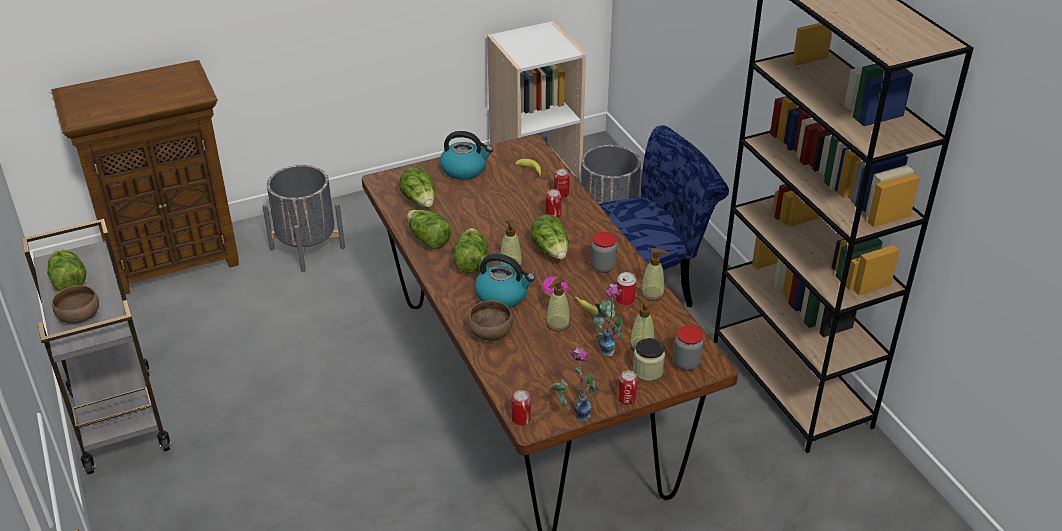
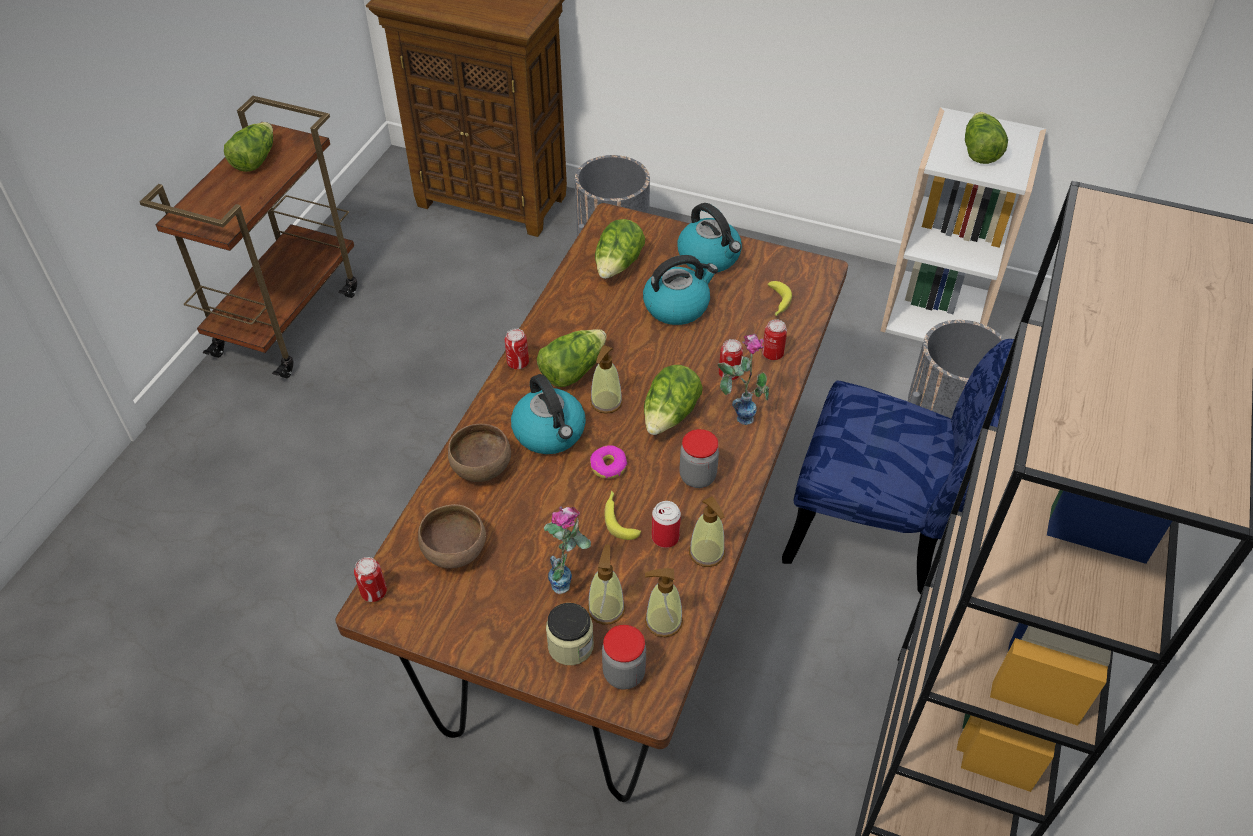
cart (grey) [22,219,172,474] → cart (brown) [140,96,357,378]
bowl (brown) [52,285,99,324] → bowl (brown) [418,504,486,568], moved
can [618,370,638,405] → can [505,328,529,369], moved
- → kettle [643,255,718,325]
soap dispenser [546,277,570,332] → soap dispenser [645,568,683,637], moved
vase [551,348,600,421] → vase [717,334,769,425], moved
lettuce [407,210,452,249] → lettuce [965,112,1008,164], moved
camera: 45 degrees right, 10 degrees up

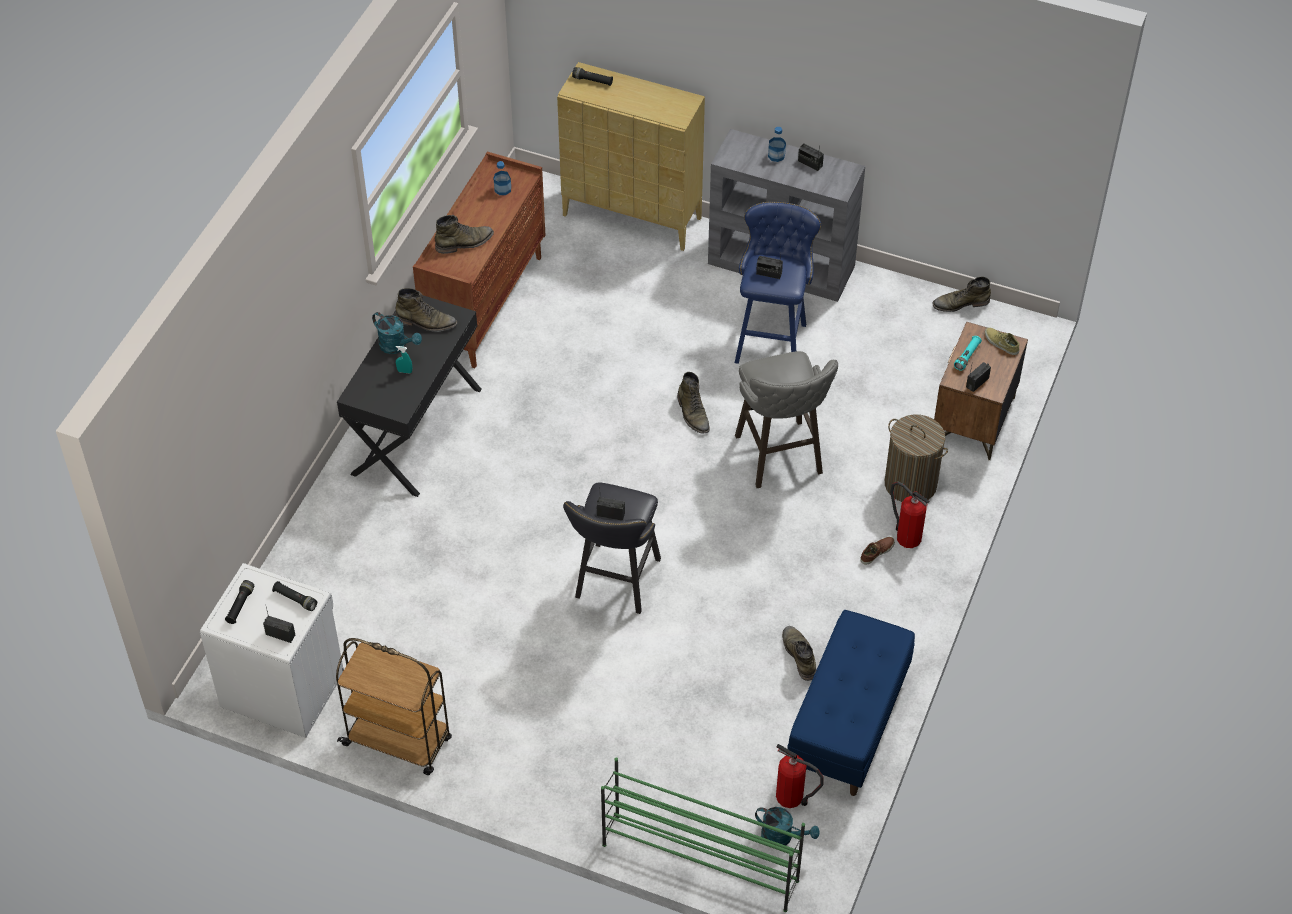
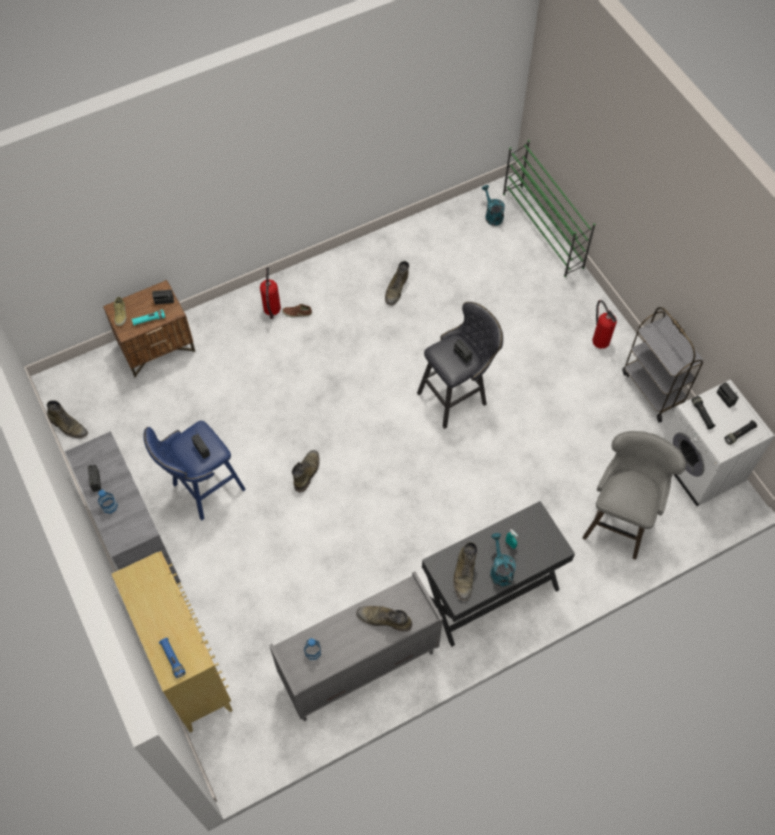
flashlight (black) [572,67,613,86] → flashlight (blue) [159,638,186,678]
cabinet (brown) [413,151,545,368] → cabinet (grey) [269,571,443,721]
boot (green) [395,288,457,332] → boot (green) [453,542,477,601], 135 degrees counterclockwise
stool (grey) [735,351,838,488] → stool (grey) [582,431,686,560], moved
fire extinguisher [776,744,824,808] → fire extinguisher [592,300,617,349], moved
cart (brown) [336,638,452,775] → cart (grey) [622,307,703,422]
bench (blue) [787,610,915,796] → -
laundry basket [885,414,948,502] → -
camera: 140 degrees left, 10 degrees up

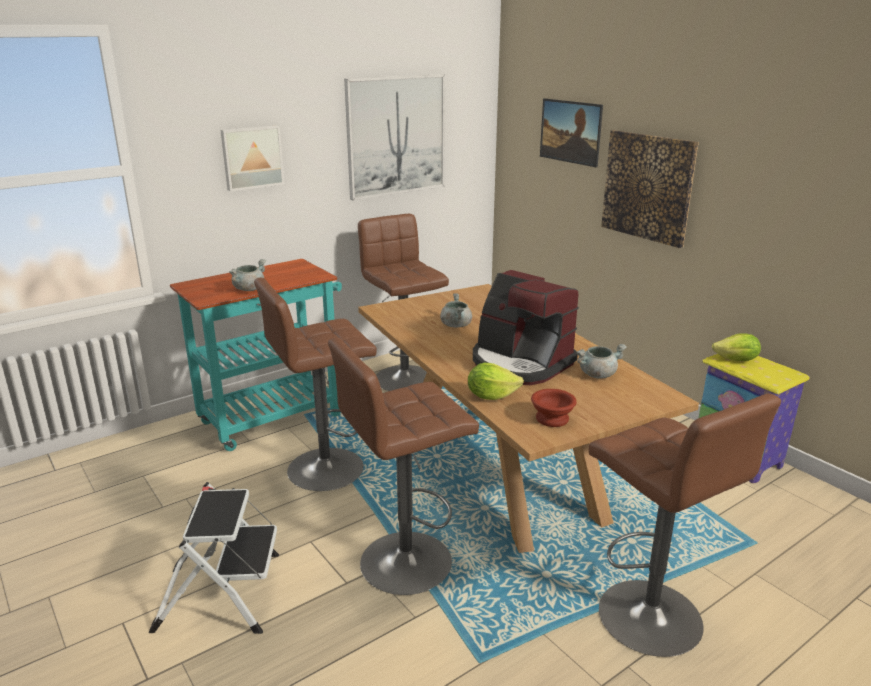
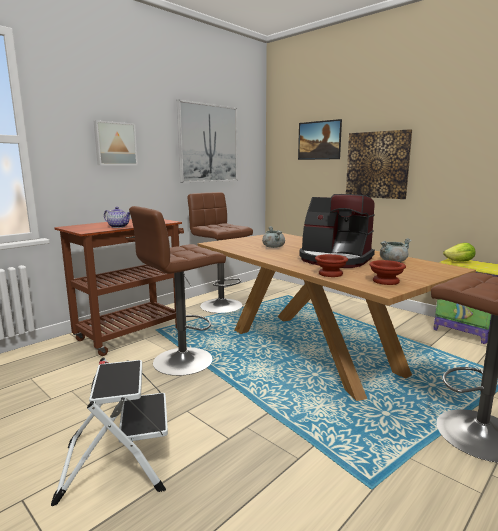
cart (turquoise) [170,259,342,451] → cart (brown) [54,219,184,356]
cooking pot (grey) [229,259,266,291] → teapot [104,207,130,228]
lettuce [468,363,524,400] → bowl (brown) [315,254,348,277]
stool (brown) [328,338,479,595] → -
camera: 10 degrees left, 10 degrees down

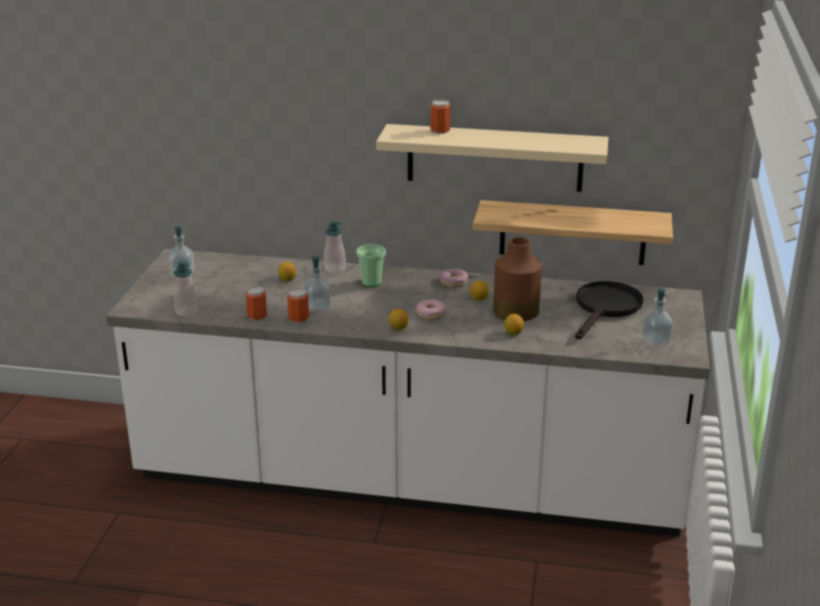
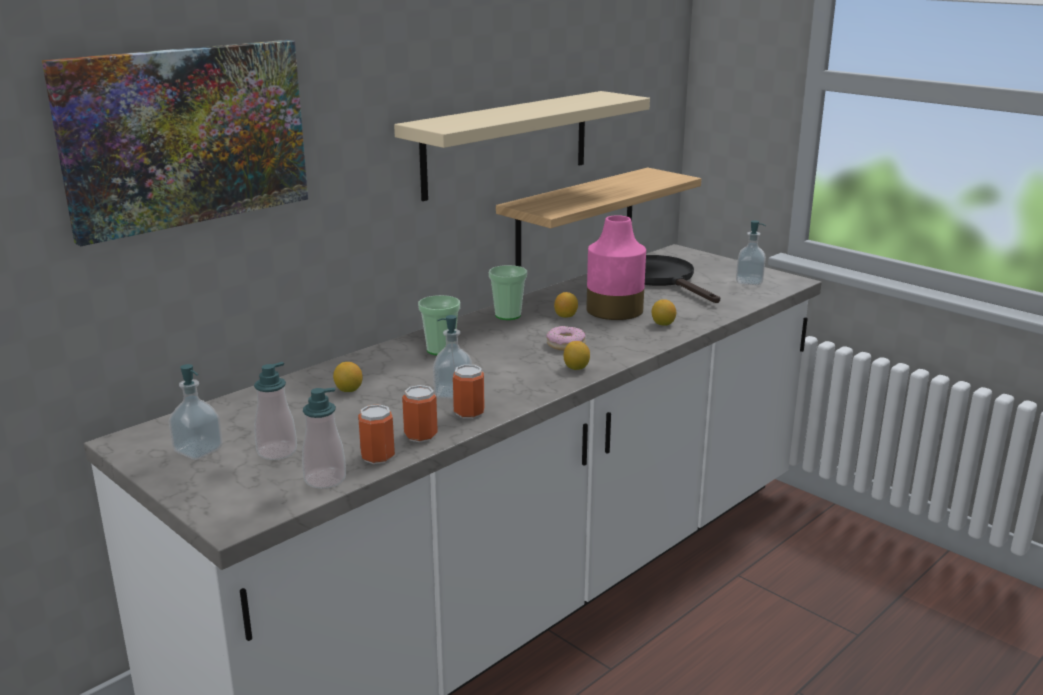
- → picture [42,40,308,246]
soap dispenser [324,221,346,273] → soap dispenser [254,362,297,460], moved
can [431,100,450,134] → can [358,404,395,464], moved
donut [440,269,468,287] → cup [489,265,527,320]
vase (brown) [493,237,542,321] → vase (pink) [586,215,646,320]
camera: 55 degrees left, 5 degrees down

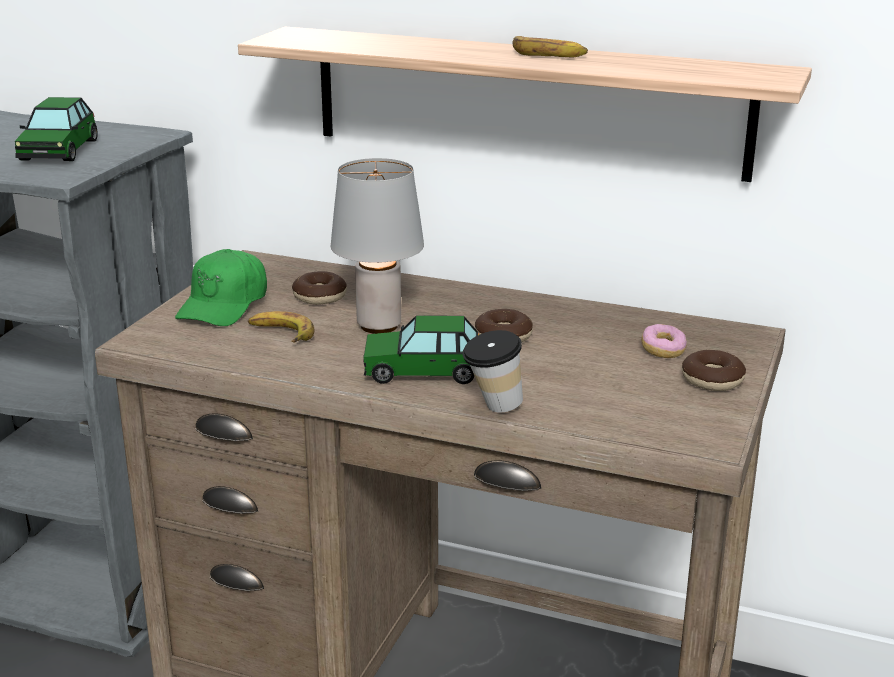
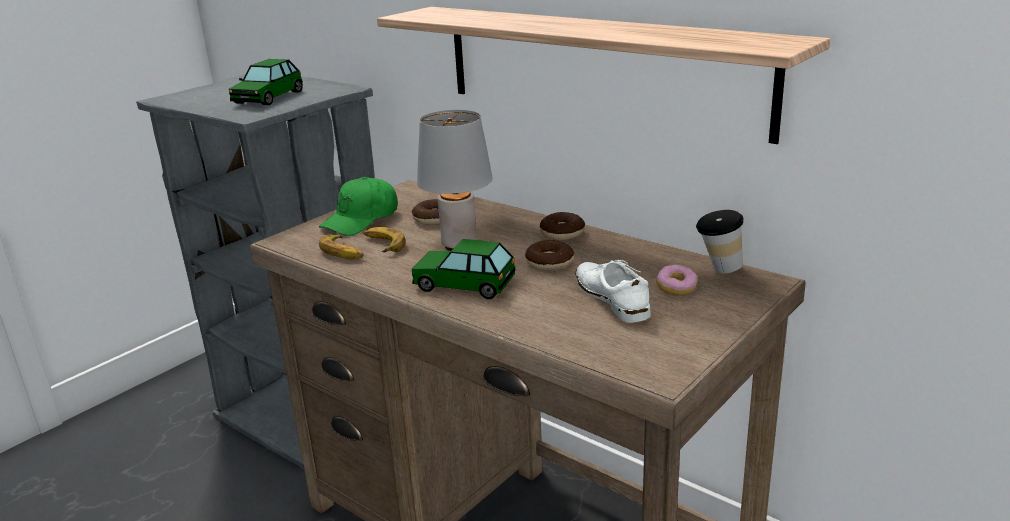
banana [513,36,588,58] → banana [319,235,363,259], moved
donut [682,350,746,391] → donut [540,212,585,240], moved
- → shoe (white) [575,260,651,323]
cup [462,330,523,412] → cup [696,210,743,273], moved
camera: 20 degrees right, 0 degrees up

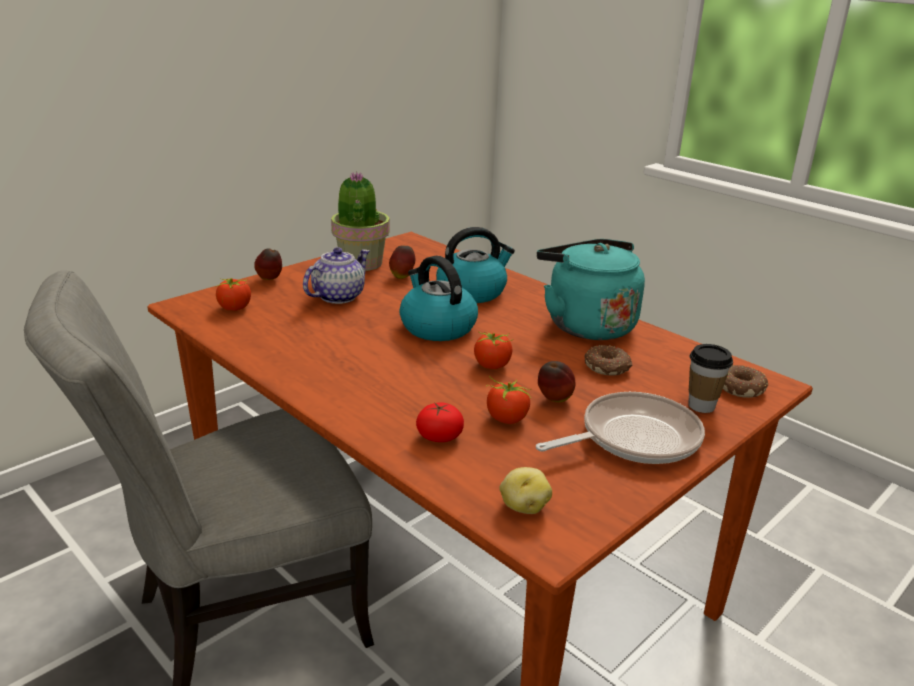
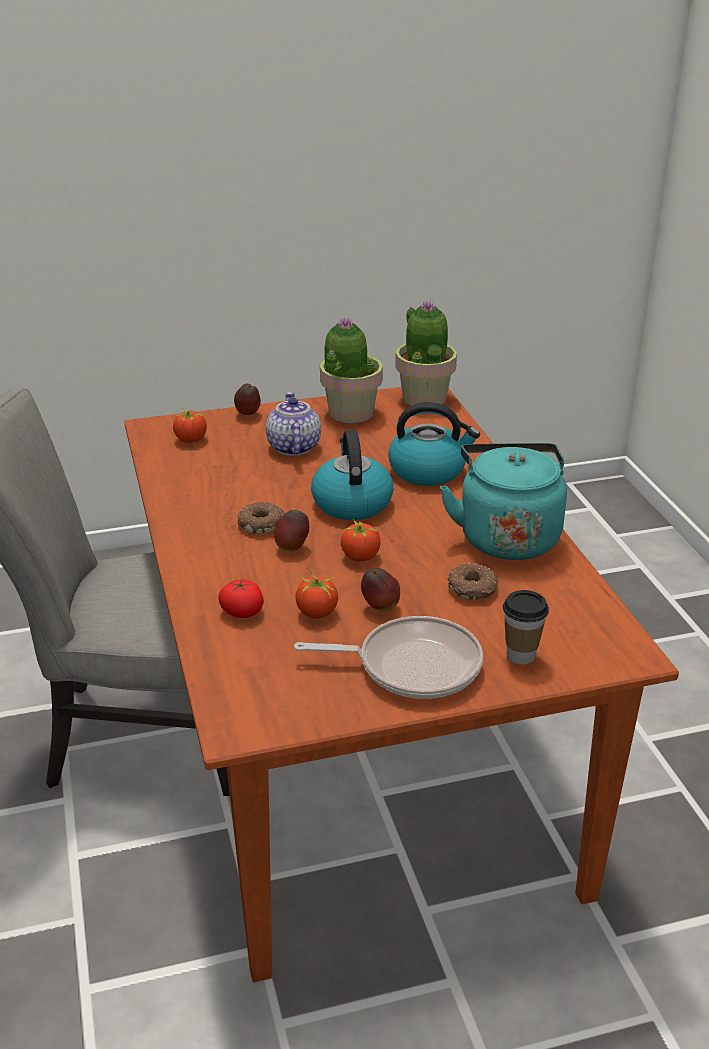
donut [723,365,768,398] → donut [238,502,285,534], moved
teapot [303,247,370,304] → teapot [266,392,321,456], 75 degrees counterclockwise
apple [389,245,415,279] → apple [274,510,309,552], moved
- → potted plant [395,301,457,406]
potato [499,467,552,514] → -
camera: 30 degrees right, 5 degrees up

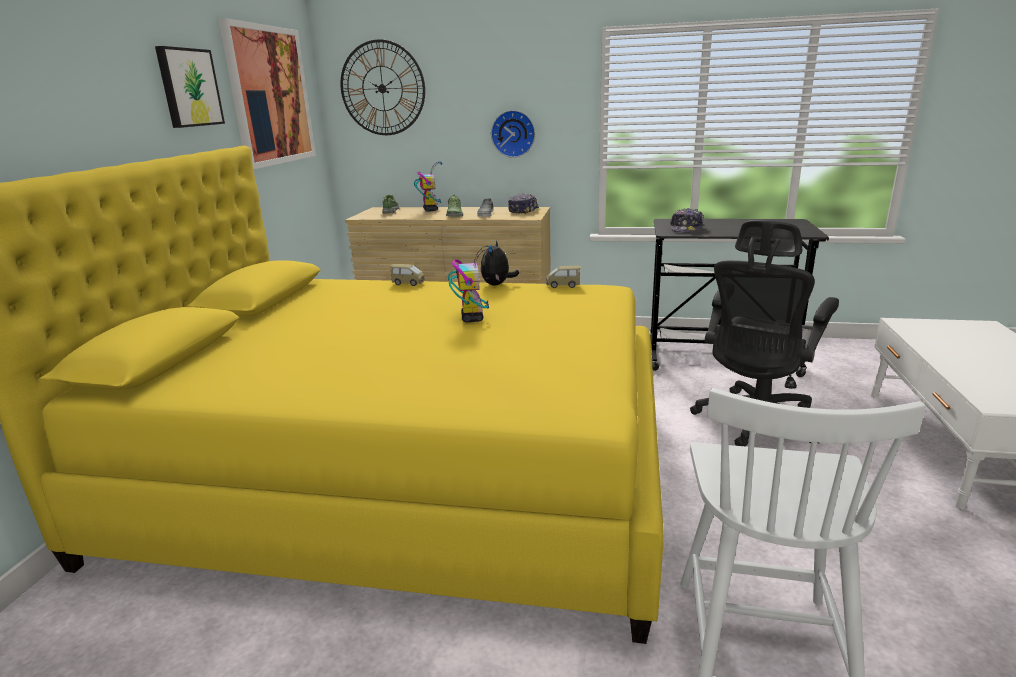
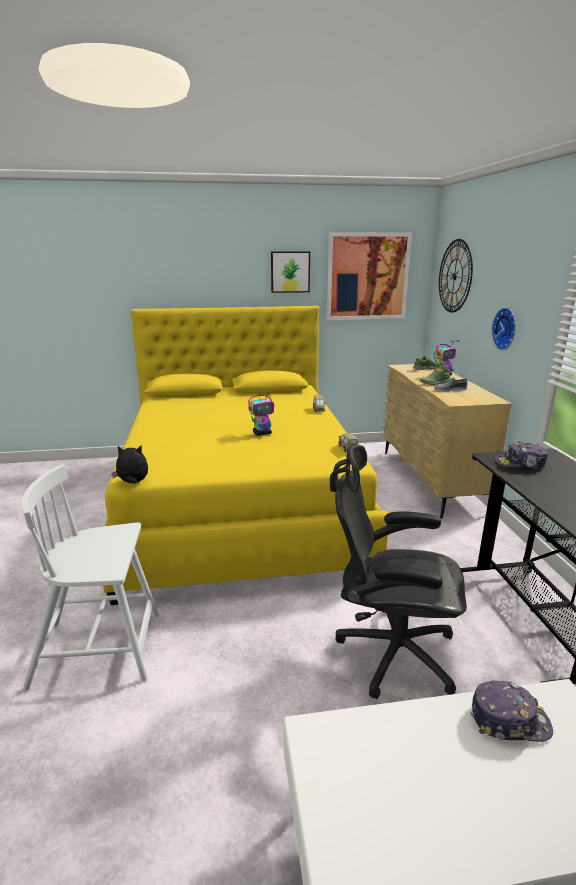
plush toy [481,241,519,285] → plush toy [111,445,148,484], moved
cap [508,193,539,214] → cap [470,680,553,742], moved
camera: 70 degrees right, 0 degrees up

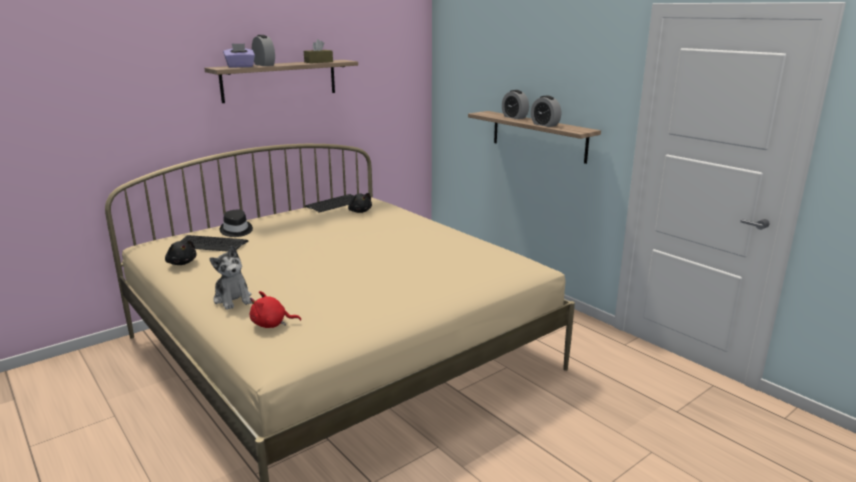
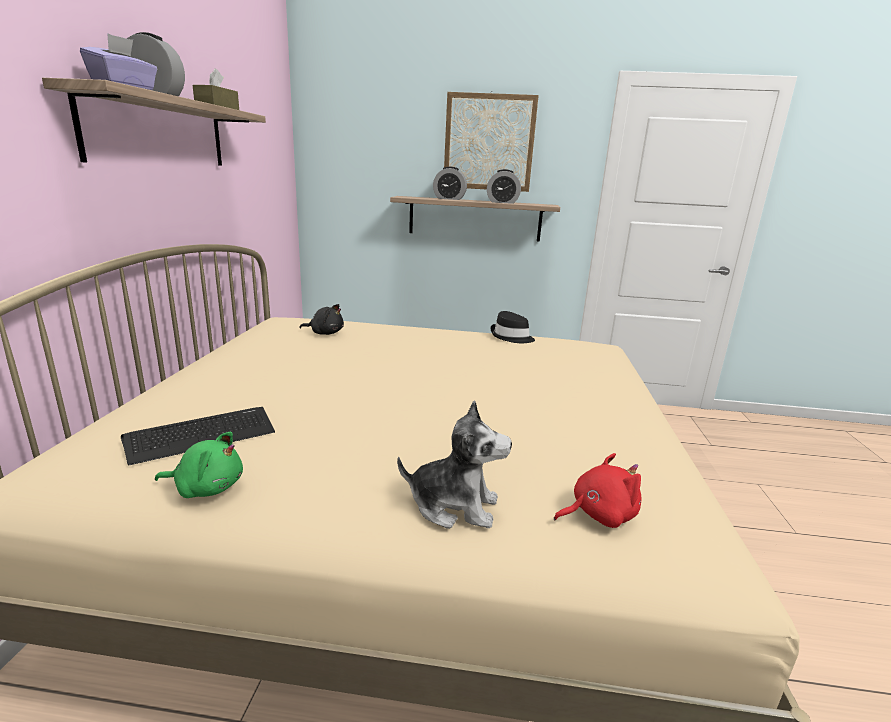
plush toy (black) [165,240,197,265] → plush toy (green) [155,432,243,498]
- → picture [444,91,539,192]
hat (black) [220,210,253,237] → hat (black) [490,311,535,343], moved
plush toy (red) [250,291,301,328] → plush toy (red) [554,453,641,528], 150 degrees counterclockwise
keyboard [305,194,354,213] → -
camera: 45 degrees left, 0 degrees up

